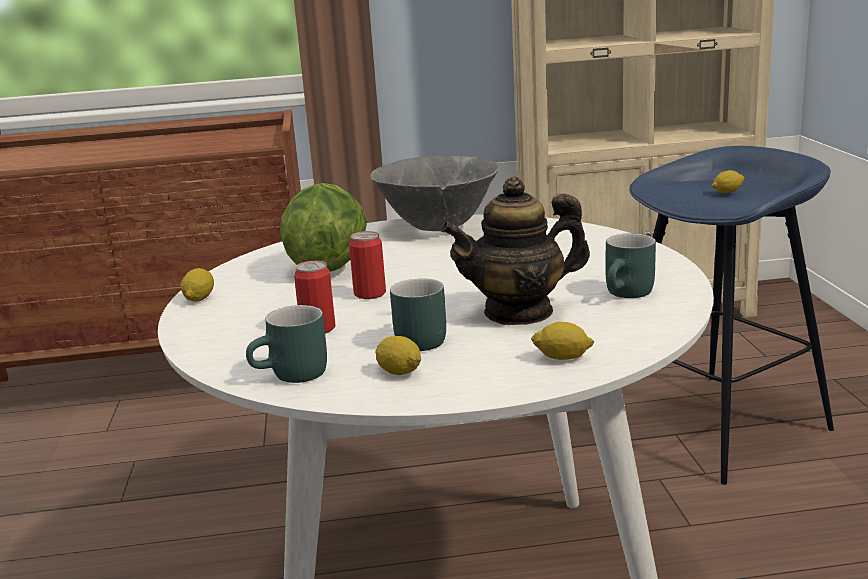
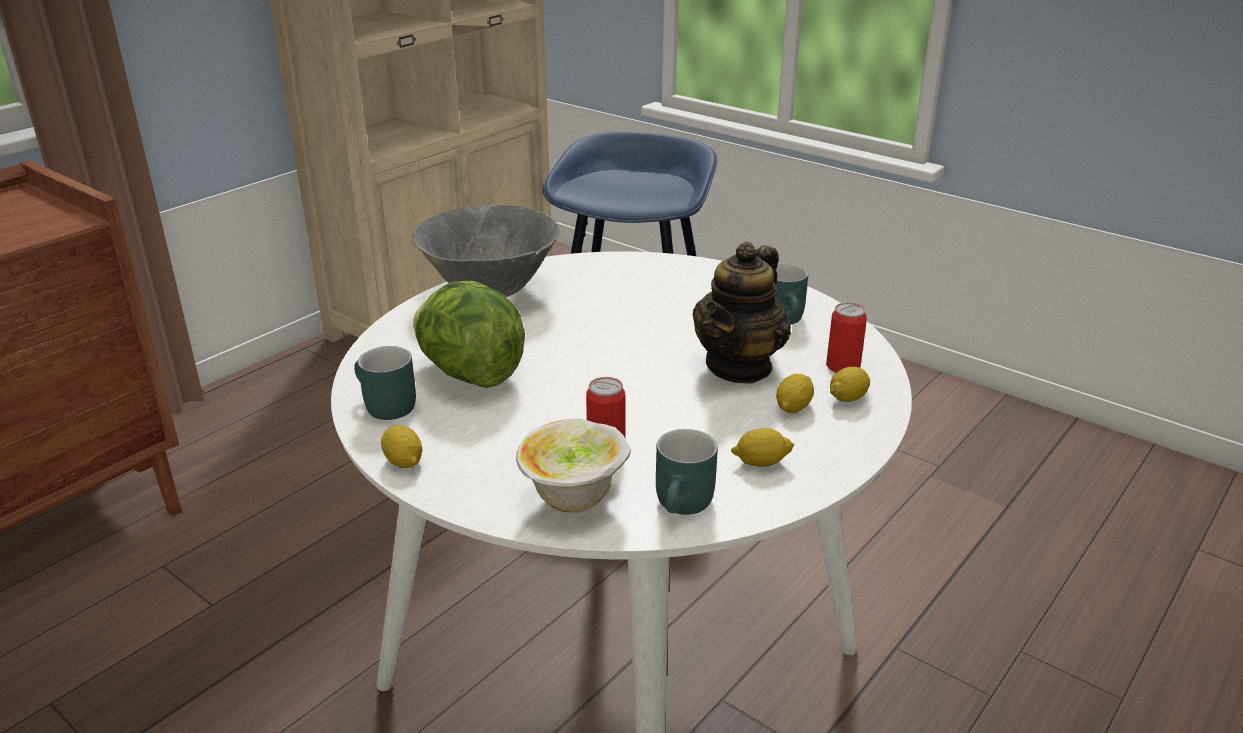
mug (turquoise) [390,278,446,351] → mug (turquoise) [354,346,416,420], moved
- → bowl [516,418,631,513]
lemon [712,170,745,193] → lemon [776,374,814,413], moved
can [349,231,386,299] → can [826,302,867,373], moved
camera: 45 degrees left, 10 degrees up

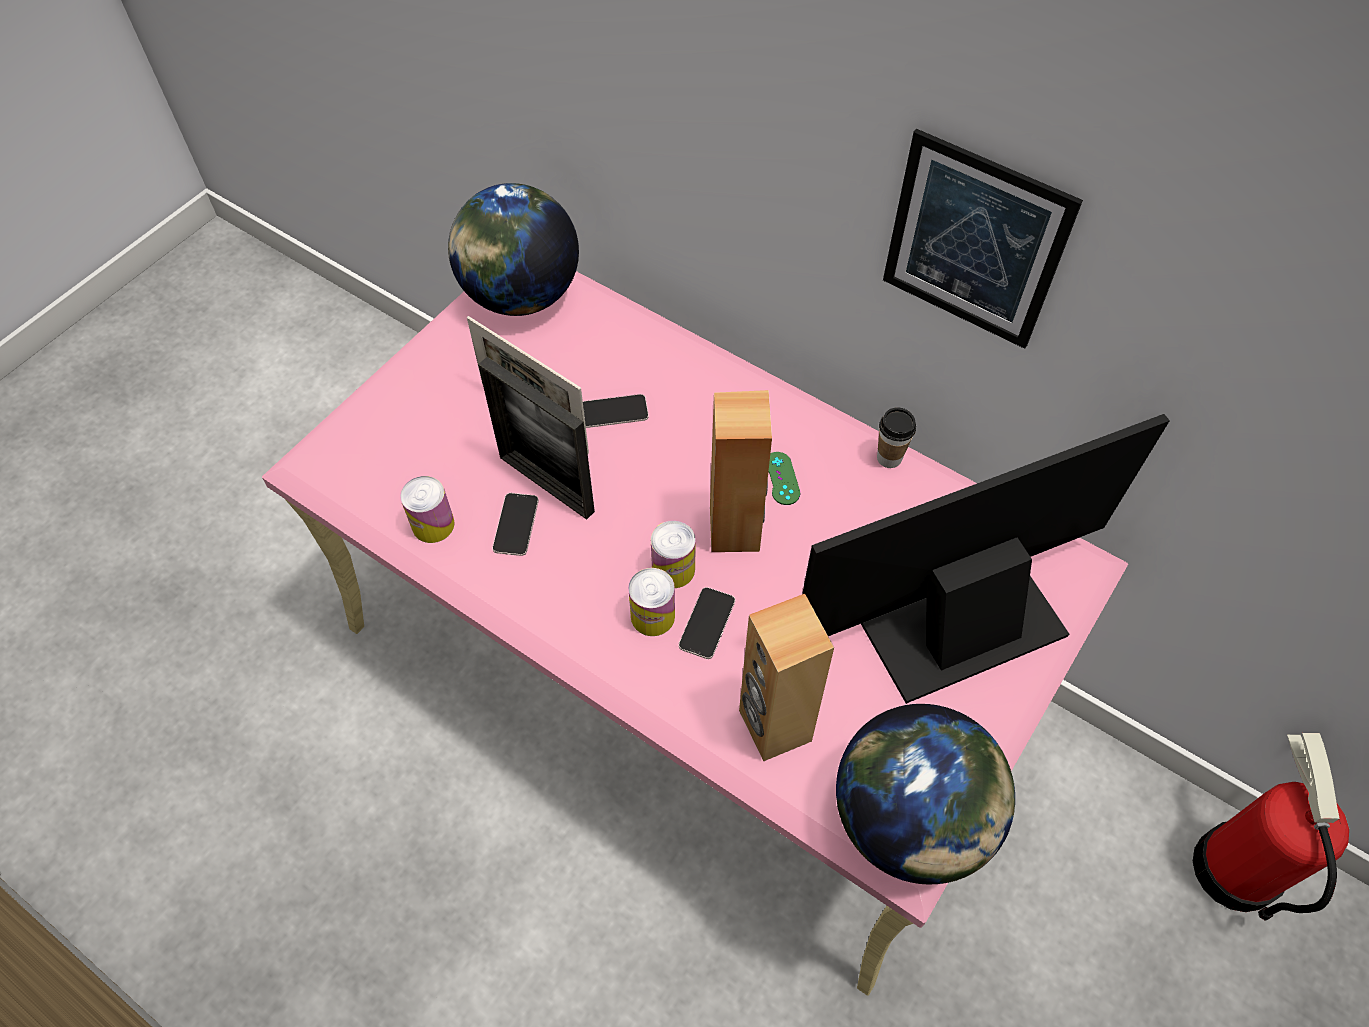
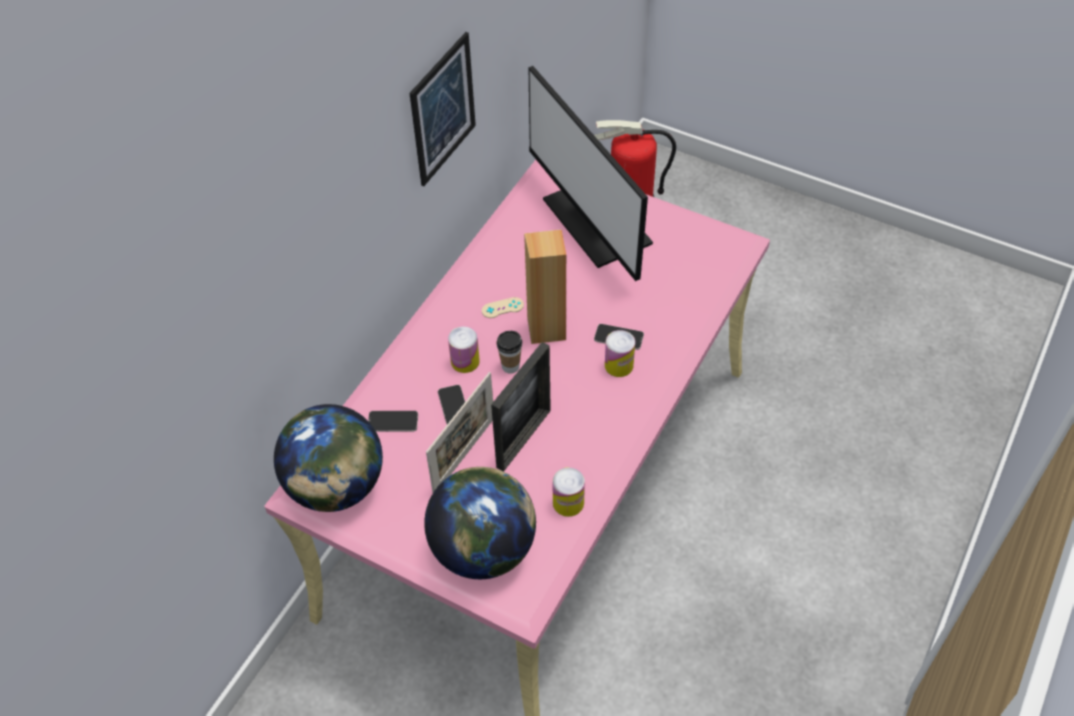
phone [492,493,539,556] → phone [368,411,418,432], moved
globe [836,704,1015,884] → globe [424,467,536,579], moved
can [650,520,696,588] → can [448,326,480,373], moved
game controller (green) [768,452,800,505] → game controller (beige) [482,297,524,318]
cup [877,407,916,468] → cup [496,331,522,374], moved
speaker (brown) [739,594,834,762] → -
camera: 95 degrees left, 5 degrees down

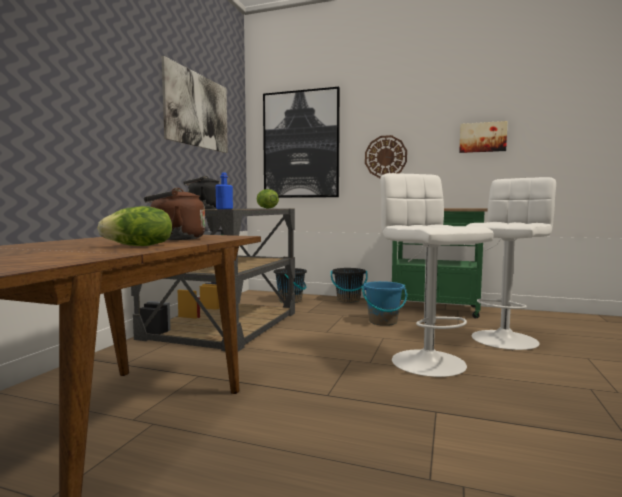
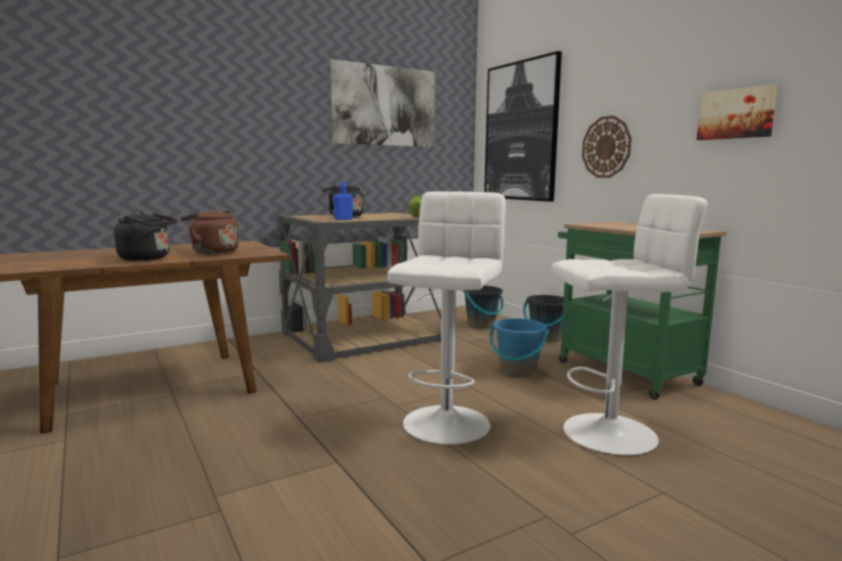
lettuce [97,206,172,246] → kettle (black) [114,211,177,261]
camera: 40 degrees right, 5 degrees up

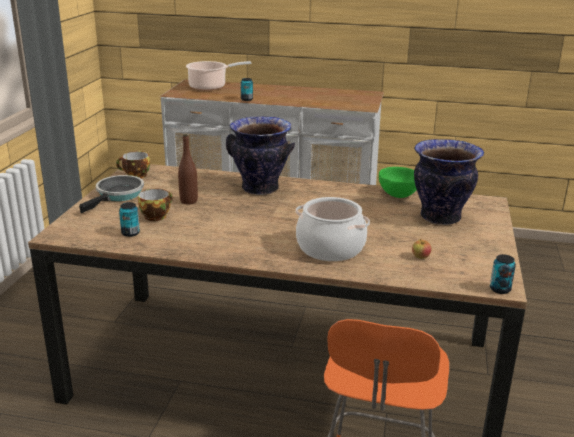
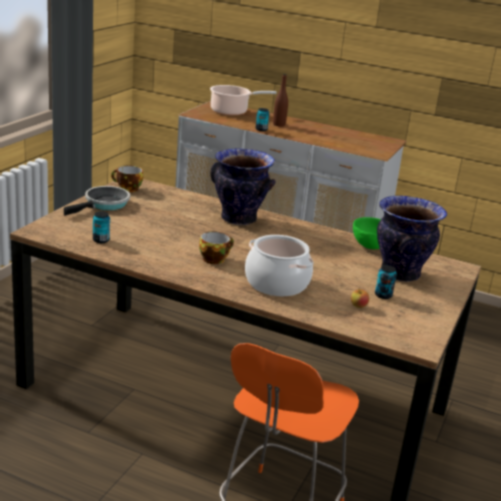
cup [138,189,173,221] → cup [199,231,234,264], moved
bottle (brown) [178,134,198,204] → bottle (brown) [273,74,288,127], moved
can [490,254,516,294] → can [375,265,397,299], moved
camera: 10 degrees right, 0 degrees up

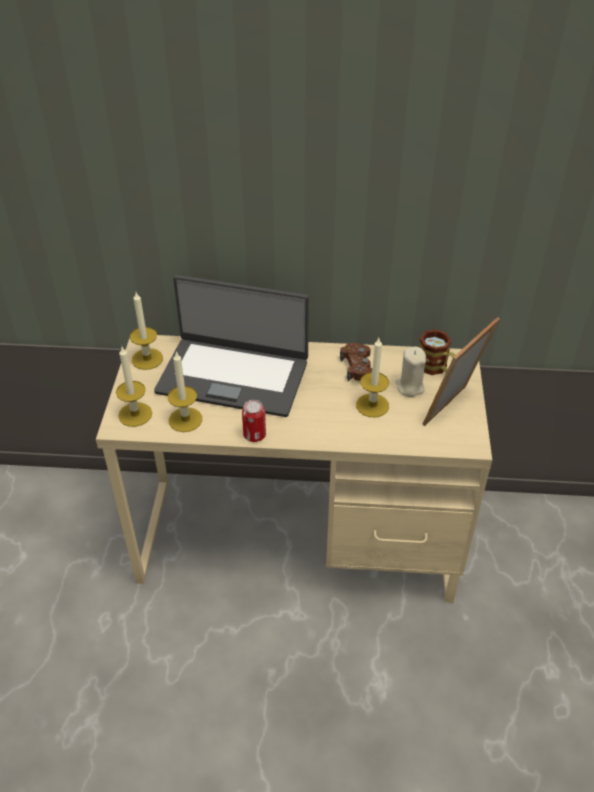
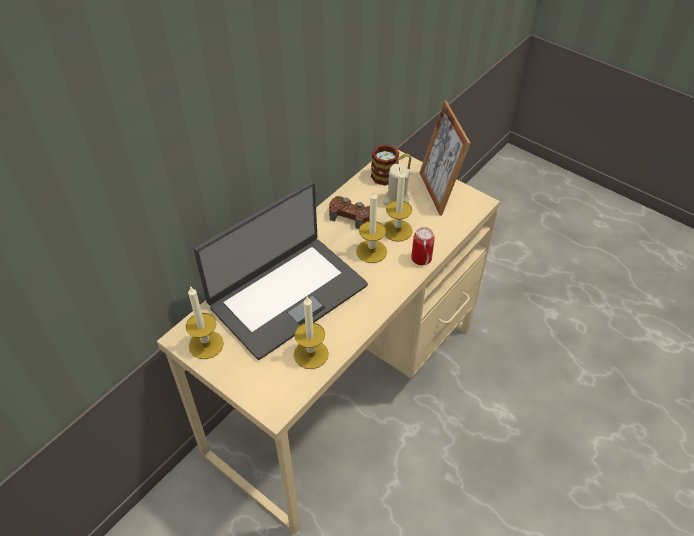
candle [116,347,152,427] → candle [356,191,387,263], moved
can [242,400,266,442] → can [411,227,435,265], moved
camera: 55 degrees left, 5 degrees up

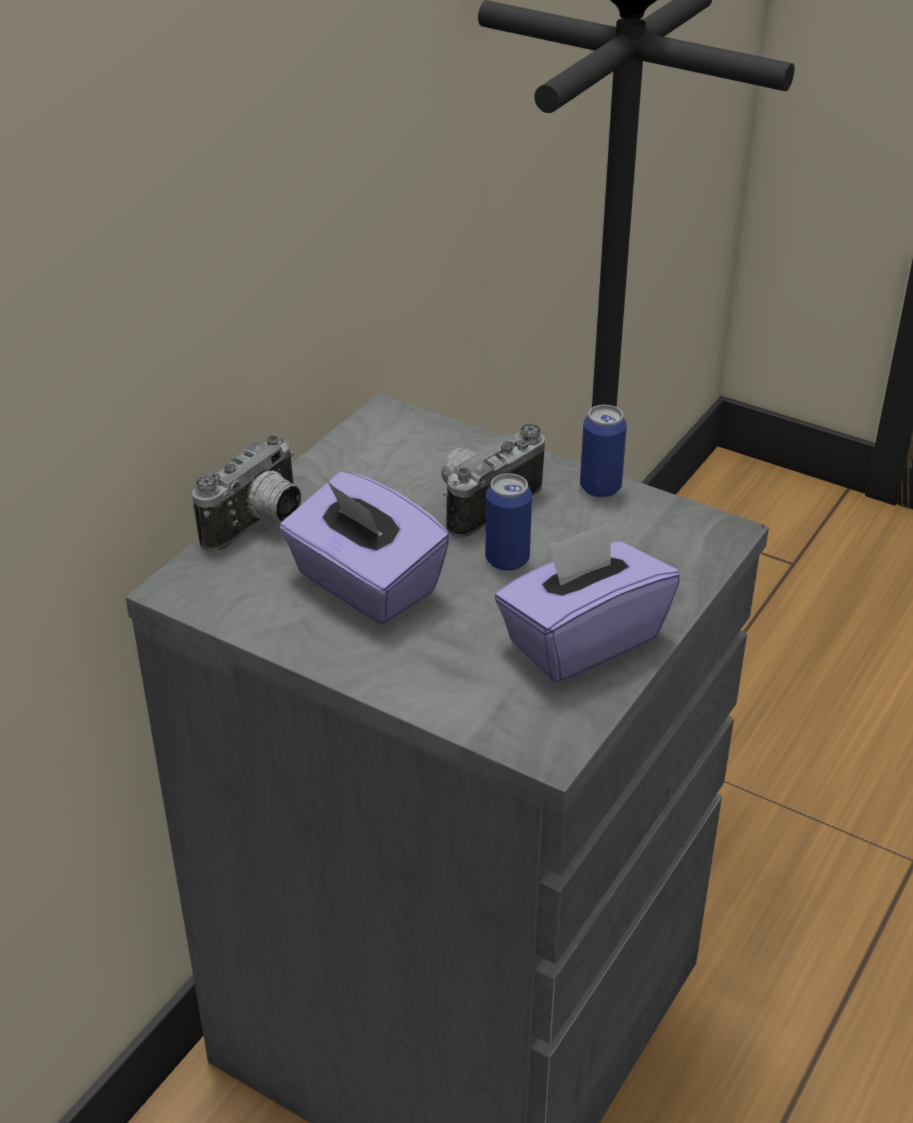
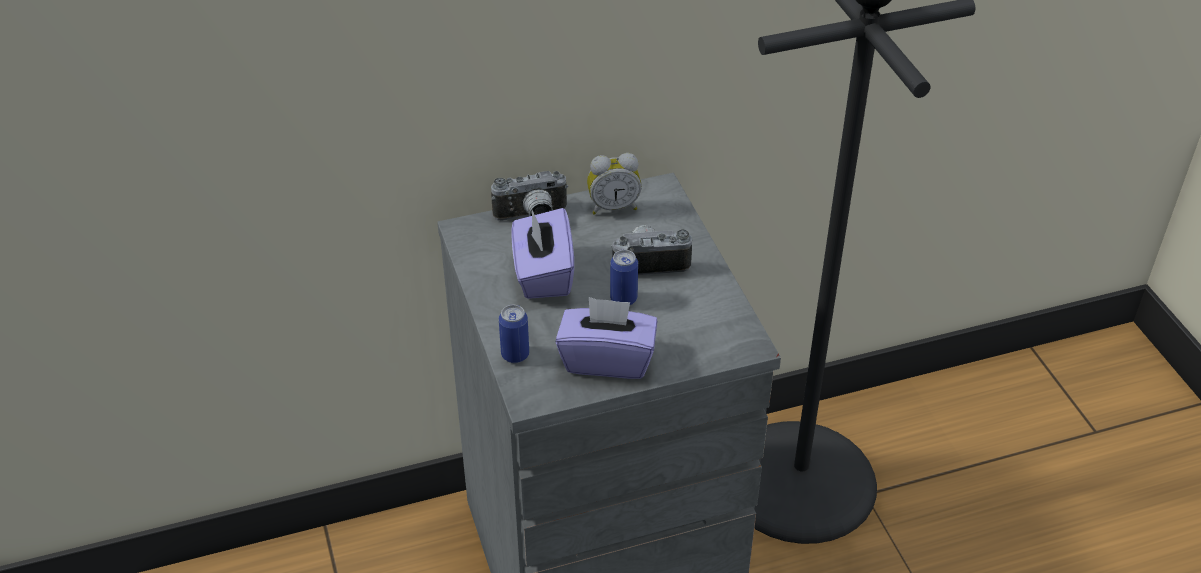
can [580,405,627,498] → can [499,305,529,363], moved
- → alarm clock [587,153,641,215]
camera: 40 degrees right, 5 degrees up

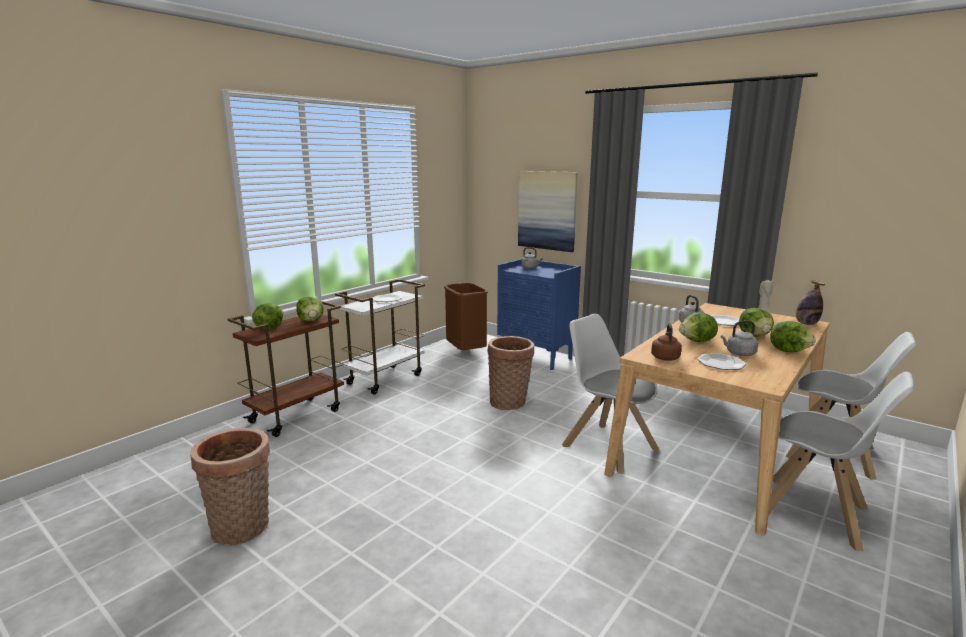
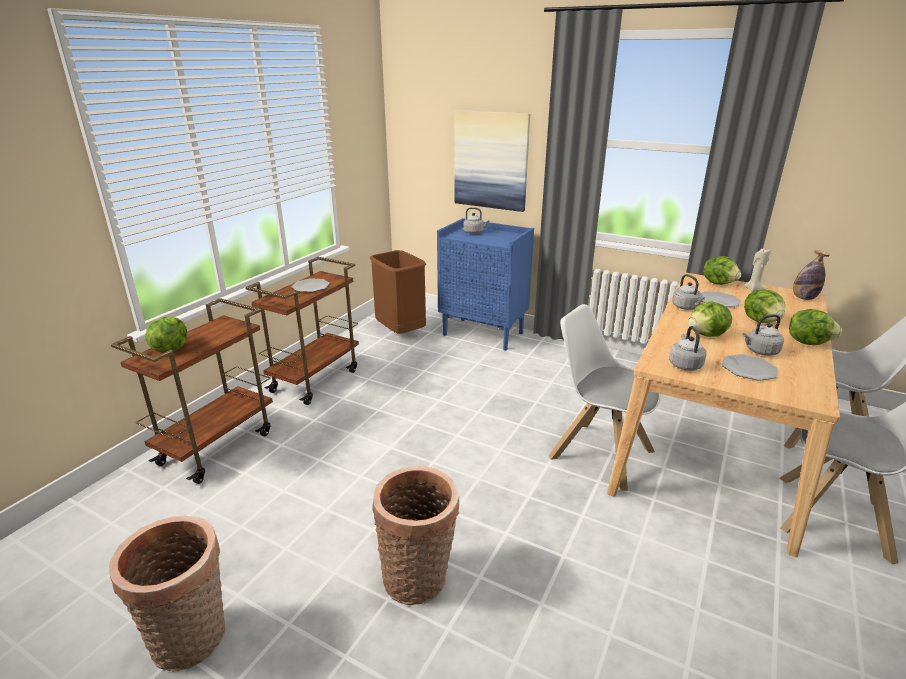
cart (white) [335,279,425,395] → cart (brown) [245,257,359,405]
basket [488,336,534,410] → basket [372,466,459,605], moved
kettle (brown) [651,324,682,361] → kettle (grey) [669,326,707,371]
lettuce [296,297,324,322] → lettuce [703,256,741,285], moved
camera: 10 degrees left, 10 degrees up

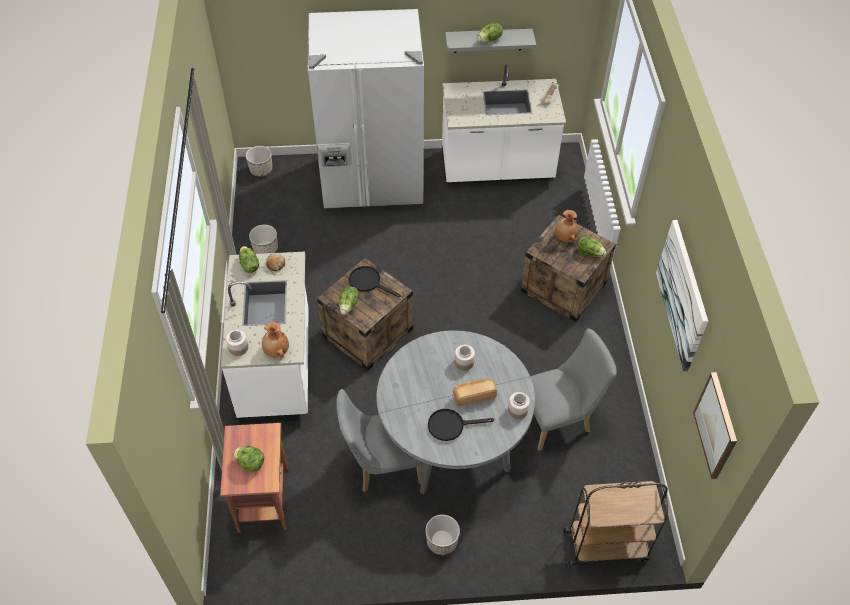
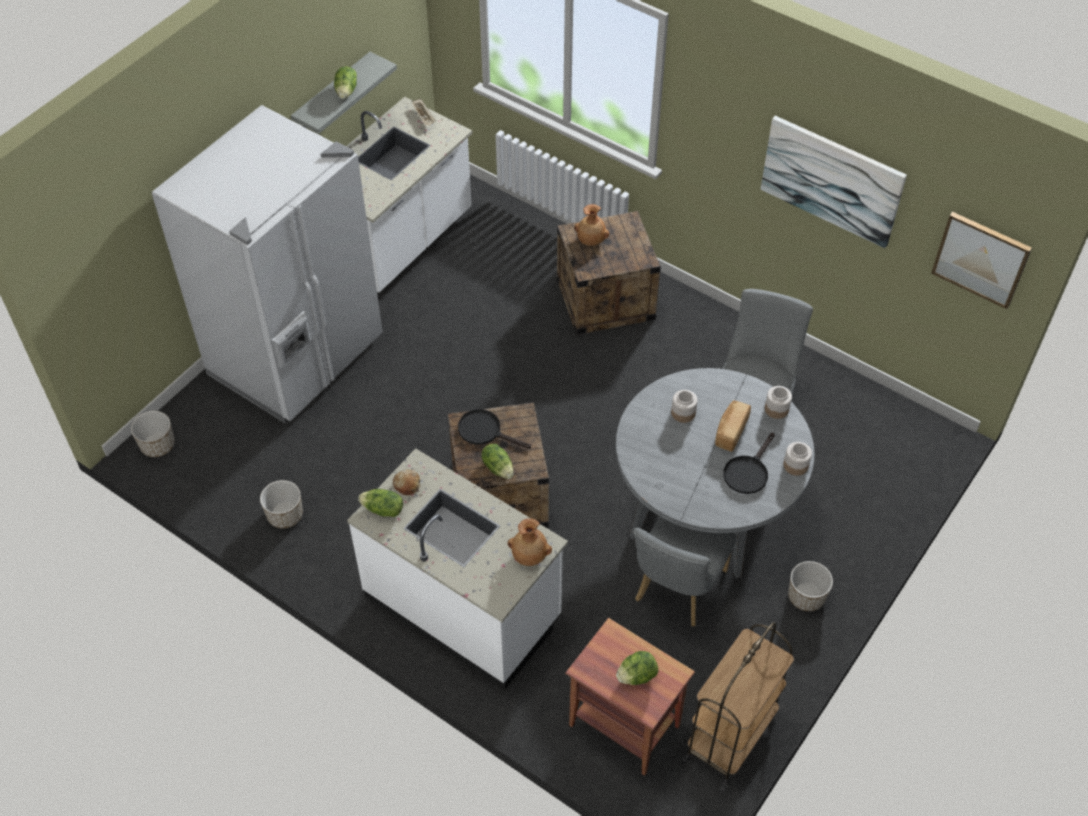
frying pan (black) [349,266,401,297] → frying pan (black) [458,409,531,449], 45 degrees clockwise
cart (brown) [564,481,668,567] → cart (brown) [681,622,794,793], moved
jar [226,330,248,356] → jar [783,442,812,476], moved
lettuce [577,236,606,257] → -
camera: 50 degrees left, 0 degrees up

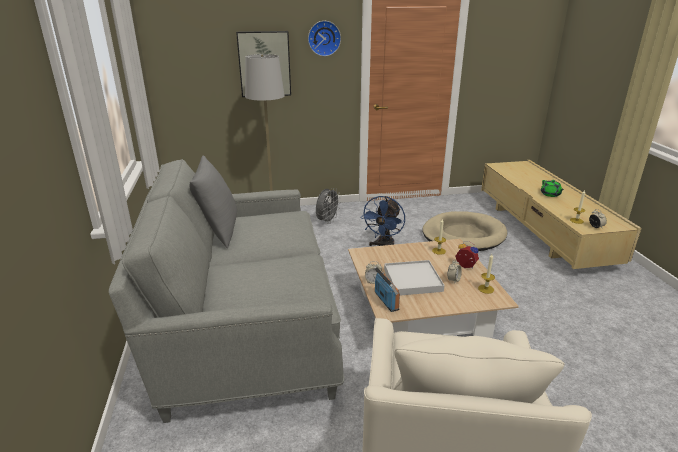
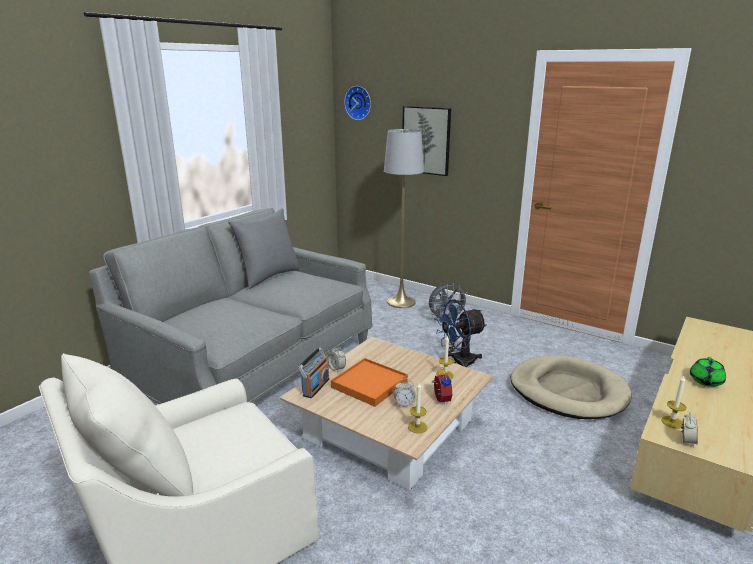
tray (white) [384,260,445,296] → tray (orange) [331,358,408,407]
wall clock [308,21,341,56] → wall clock [344,86,371,120], moved
camera: 45 degrees right, 5 degrees down

